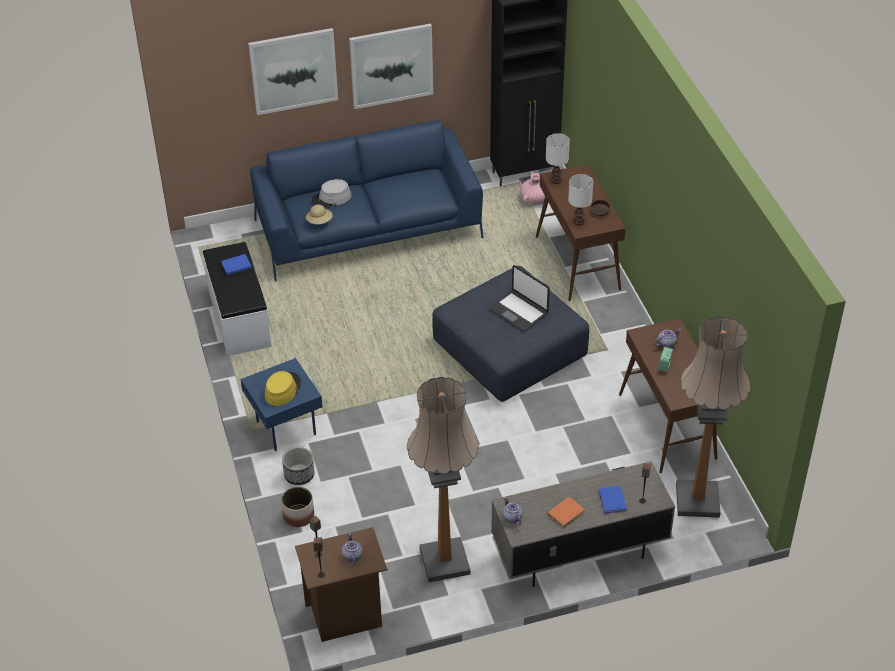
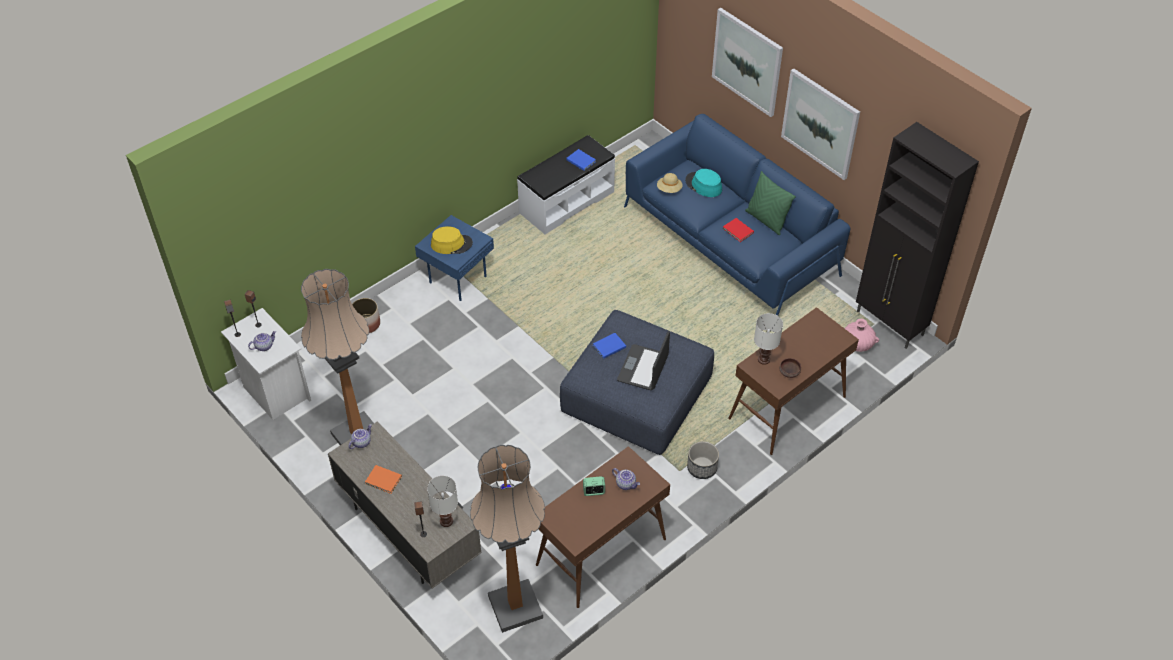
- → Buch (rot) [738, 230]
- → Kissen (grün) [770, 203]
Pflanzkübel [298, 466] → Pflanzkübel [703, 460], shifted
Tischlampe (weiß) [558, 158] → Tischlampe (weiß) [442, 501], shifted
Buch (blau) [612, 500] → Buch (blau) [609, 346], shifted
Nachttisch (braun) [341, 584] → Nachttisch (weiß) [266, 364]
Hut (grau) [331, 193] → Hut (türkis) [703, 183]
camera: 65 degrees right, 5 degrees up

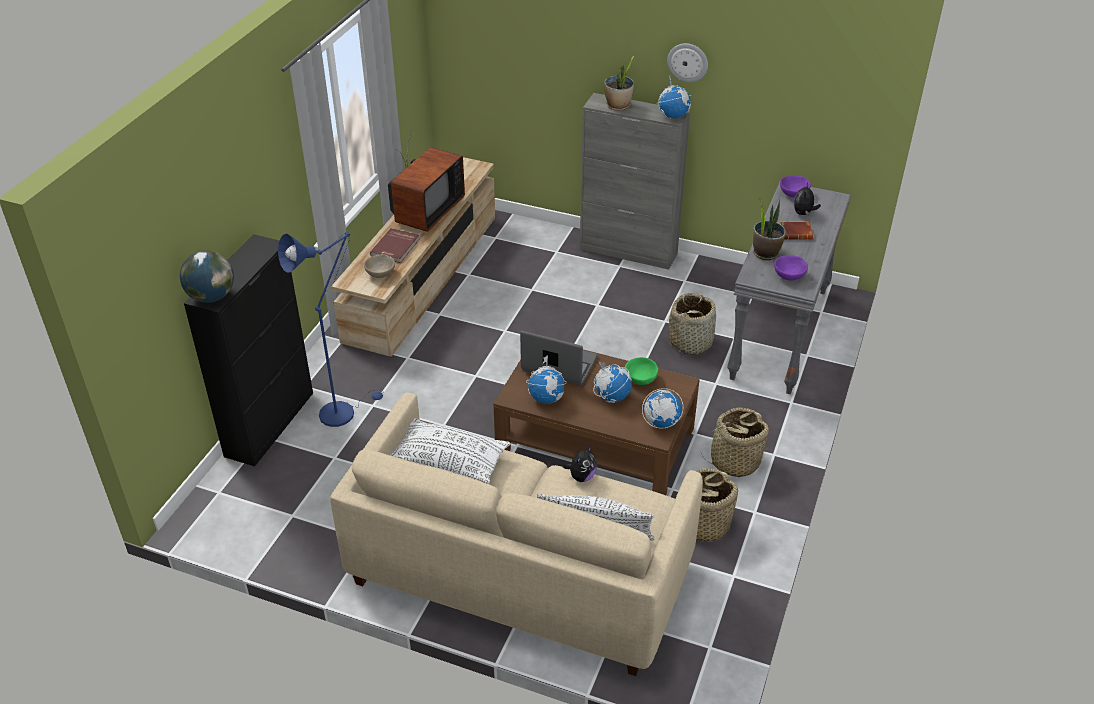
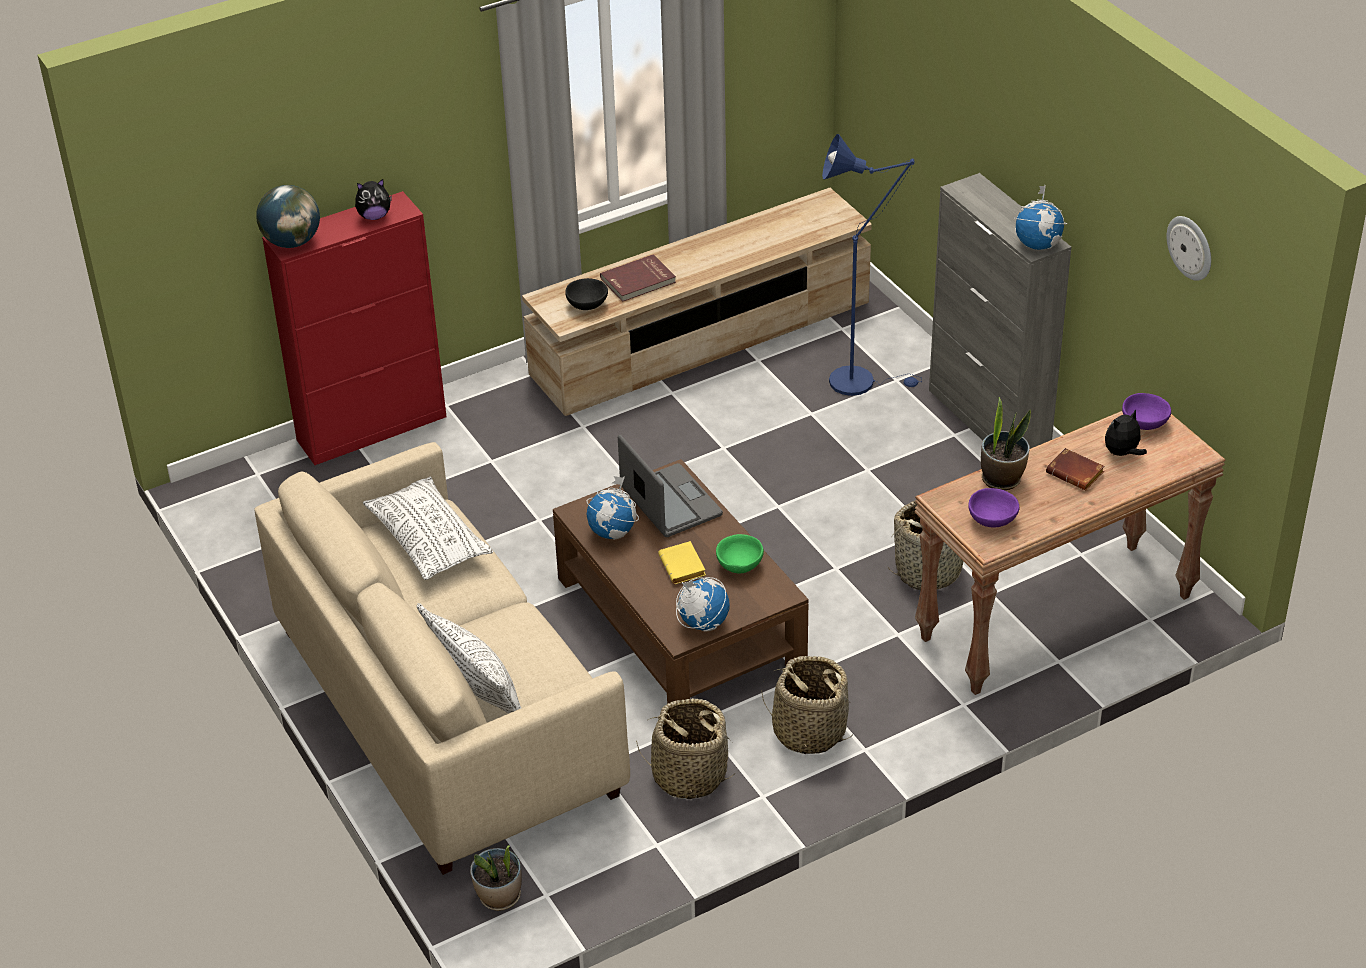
Fernseher [426, 182] → -
Stehlampe (blau) [331, 329] → Stehlampe (blau) [872, 265], shifted
Plüschtier [580, 464] → Plüschtier [373, 199], shifted
Topfpflanze [619, 83] → Topfpflanze [496, 878], shifted
Wanduhr [687, 62] → Wanduhr [1189, 248], shifted
Globus [612, 382] → Buch (gelb) [682, 562]
Schrank (schwarz) [248, 350] → Schrank (rot) [354, 328]
Schüssel (beige) [379, 266] → Schüssel (schwarz) [586, 294]
Konsolentisch (grau) [789, 288] → Konsolentisch (braun) [1070, 553]
camera: 40 degrees right, 0 degrees up

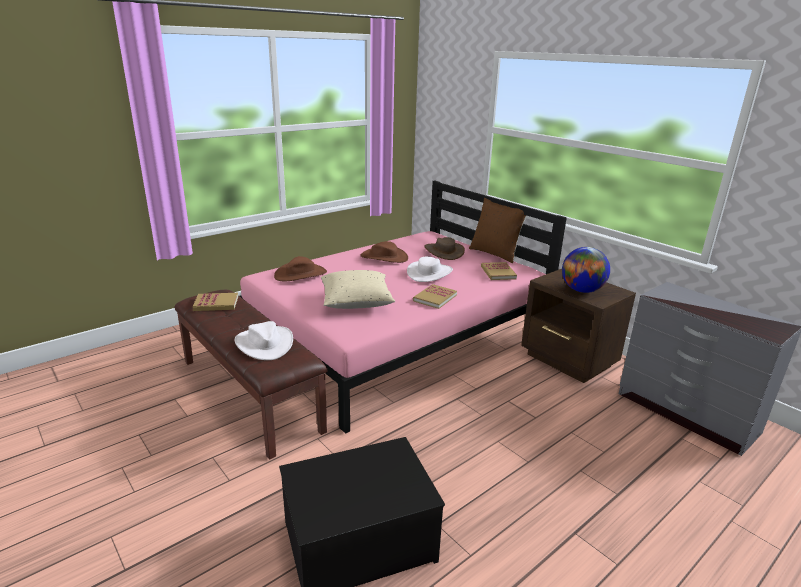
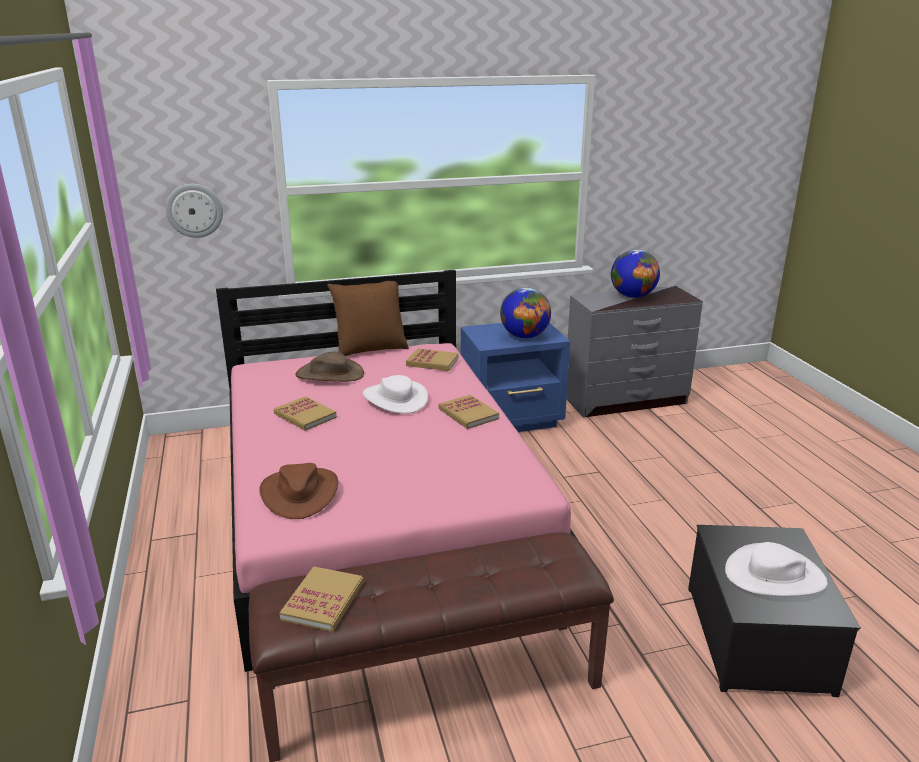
Kissen (beige) [358, 289] → -
- → Wanduhr [194, 211]
- → Globus [635, 273]
Hut (weiß) [264, 340] → Hut (weiß) [776, 569], shifted
Hut (braun) [384, 252] → Buch [305, 413]
Nachttisch (braun) [578, 326] → Nachttisch (blau) [515, 377]
camera: 65 degrees left, 0 degrees up

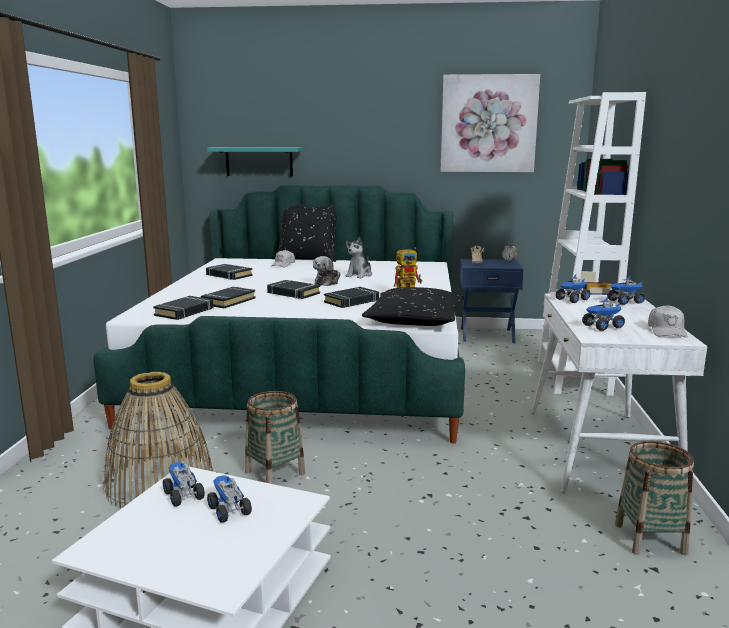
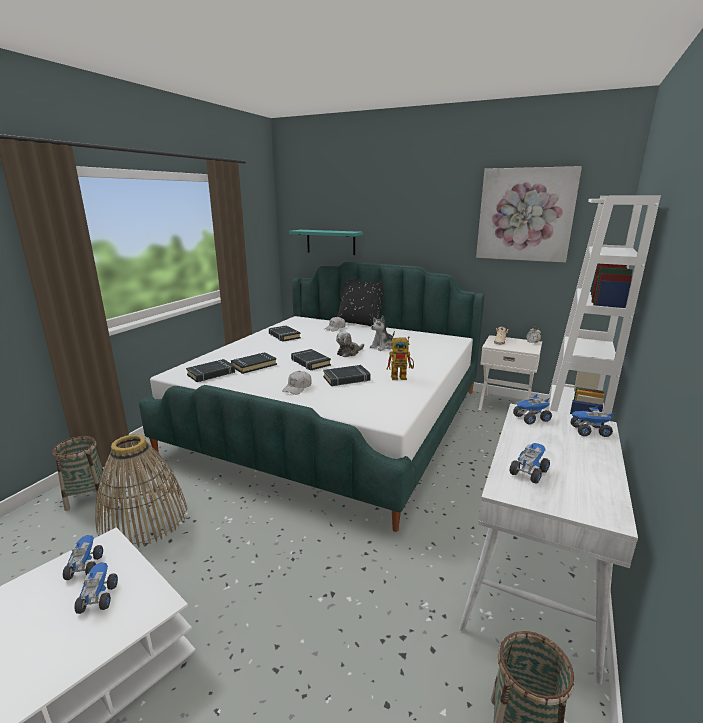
Kissen (schwarz) [413, 306] → -
Korb [275, 437] → Korb [78, 473], shifted
Kappe (weiß) [668, 321] → Kappe (weiß) [297, 383], shifted
Nachttisch (blau) [492, 301] → Nachttisch (weiß) [510, 372]
Spielzeuglaster [603, 314] → Spielzeuglaster [529, 463], 135 degrees clockwise
camera: 20 degrees right, 5 degrees up

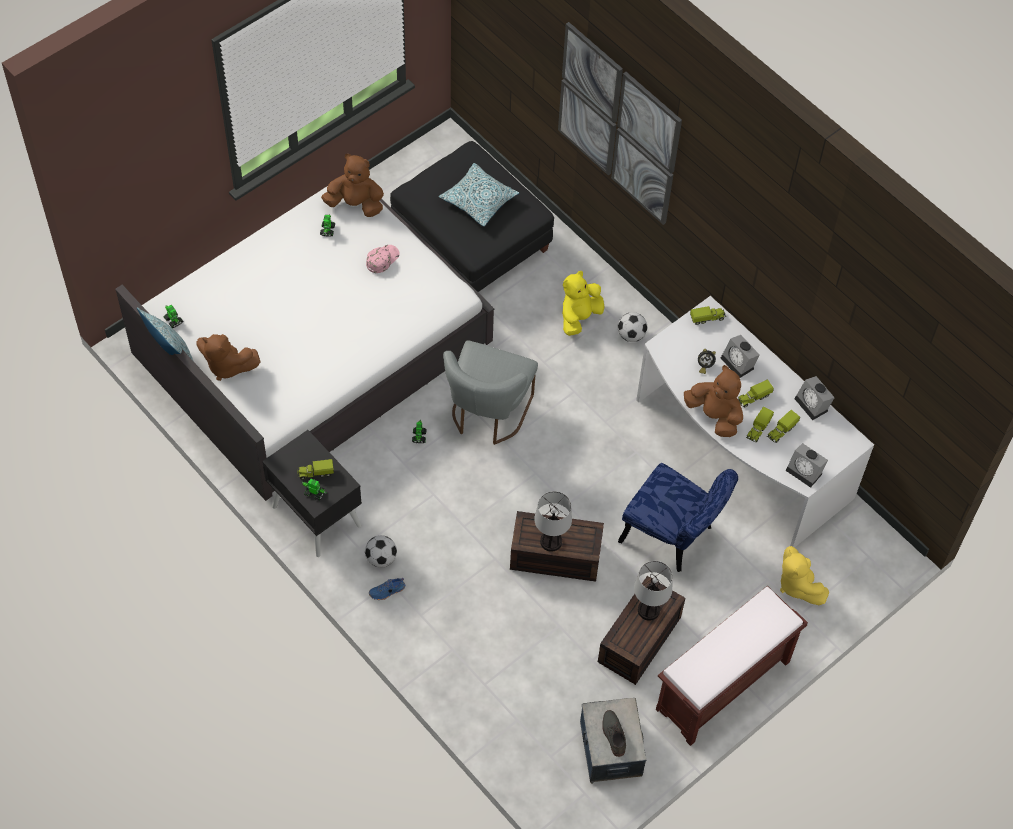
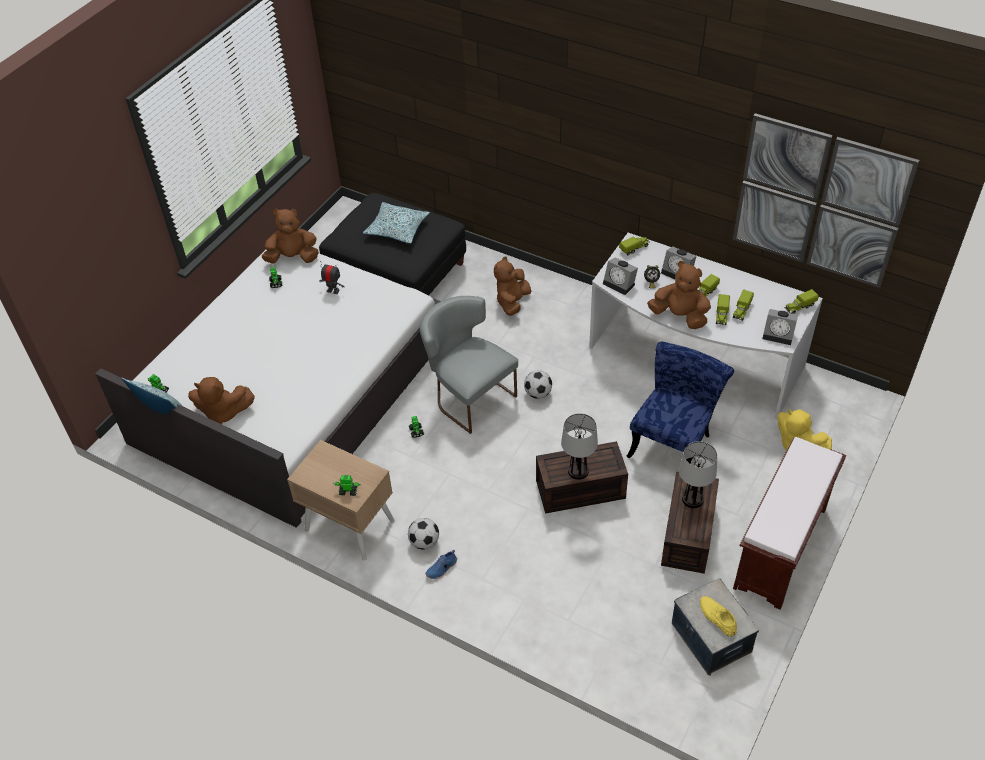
Spielzeuglaster [315, 469] → Spielzeuglaster [802, 301], shifted
Bild [620, 123] → Bild [826, 200], shifted
Fußball [632, 327] → Fußball [538, 384], shifted
Wecker [814, 398] → Wecker [620, 276], shifted
Kappe (rosa) [383, 259] → Spielzeugroboter [332, 277]
Nachttisch (schwarz) [312, 493] → Nachttisch (beige) [341, 500]
Plüschtier (gelb) [583, 303] → Plüschtier (braun) [512, 286]
Schuh (grau) [614, 733] → Schuh (gelb) [718, 616]
Stuhl (grau) [490, 392] → Stuhl (grau) [469, 365], 135 degrees clockwise
Stuhl (blau) [678, 517] → Stuhl (blau) [680, 403], 75 degrees counterclockwise
camera: 15 degrees left, 10 degrees down

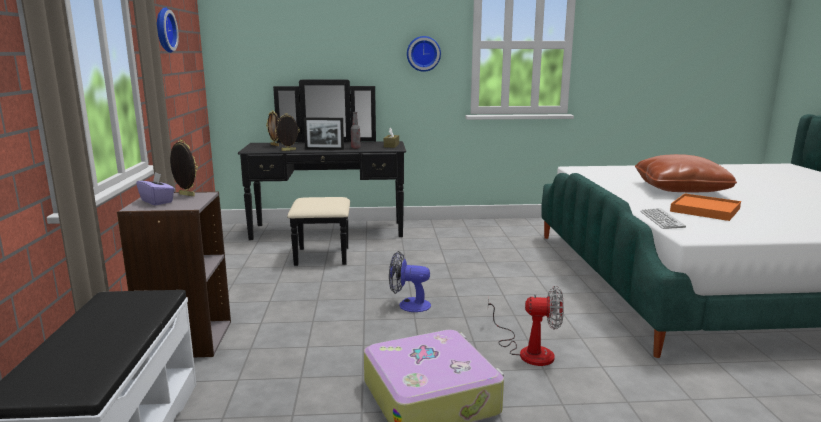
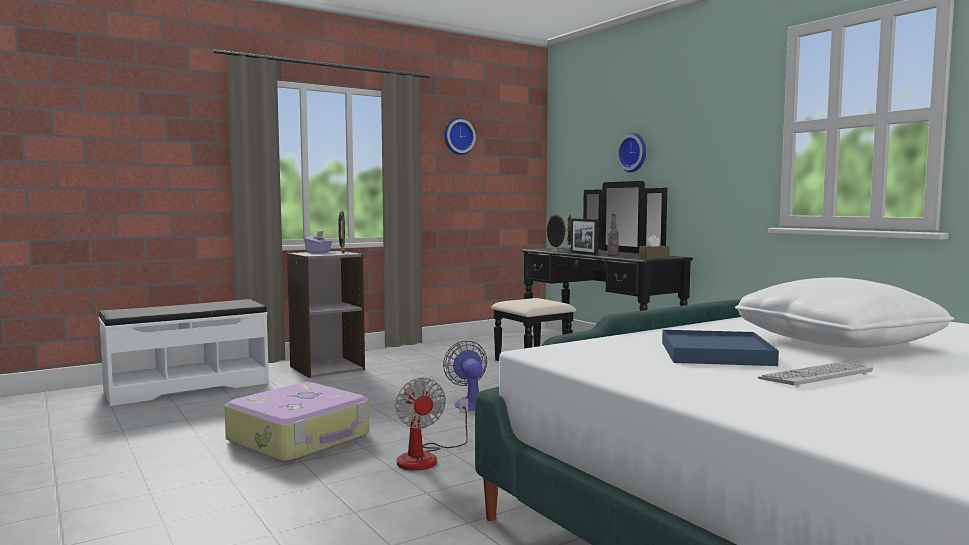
Wanduhr [424, 54] → Wanduhr [631, 152], shifted
Tastatur [663, 218] → Tastatur [815, 375], shifted
Kissen (braun) [686, 173] → Kissen (weiß) [844, 312]
Tablett (orange) [705, 207] → Tablett (blau) [720, 348]
camera: 60 degrees right, 10 degrees down

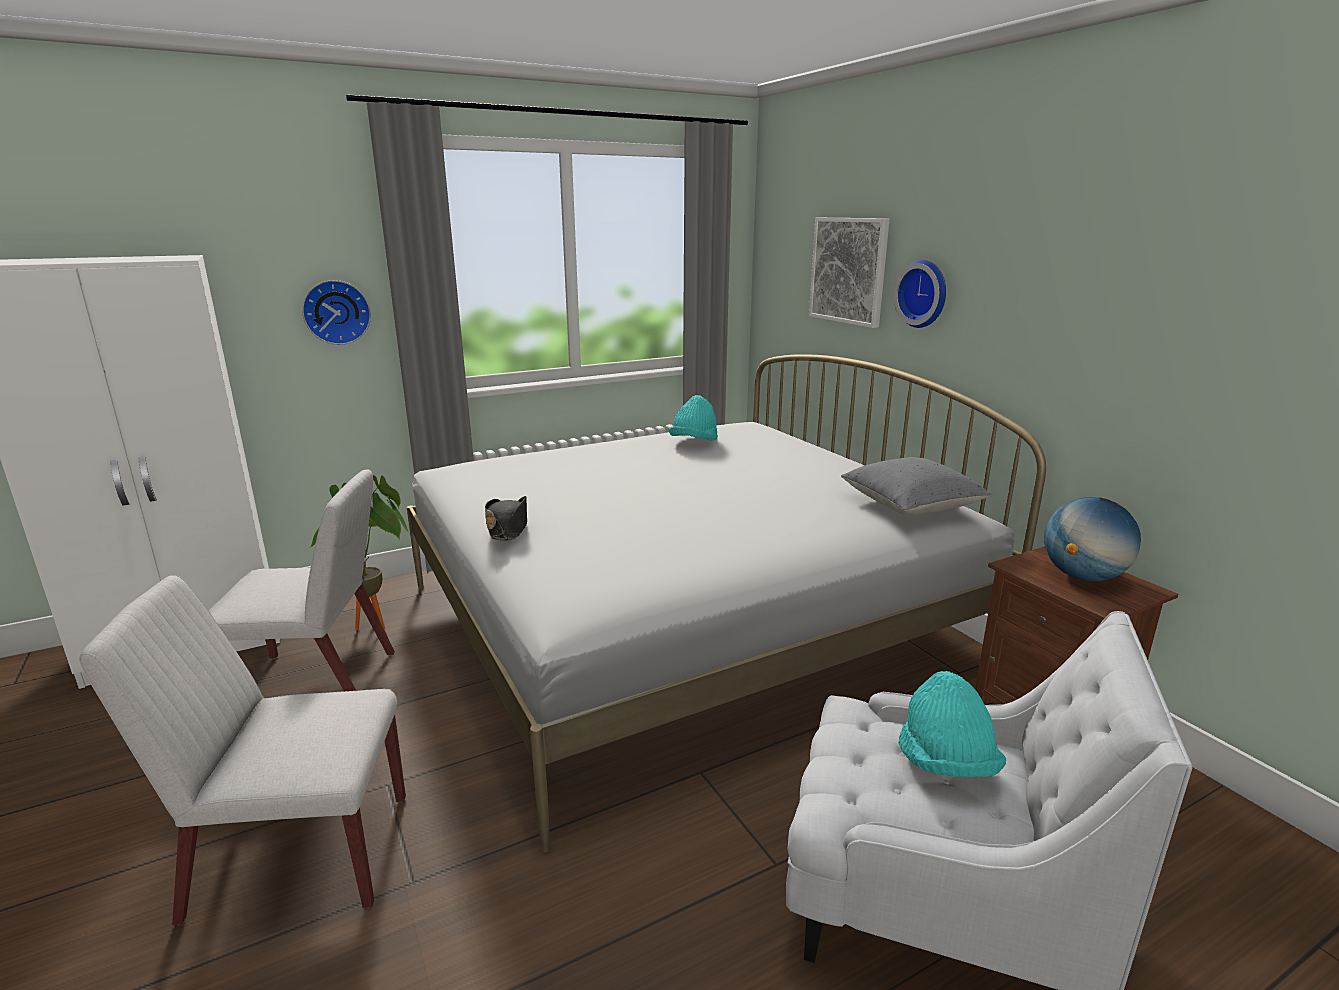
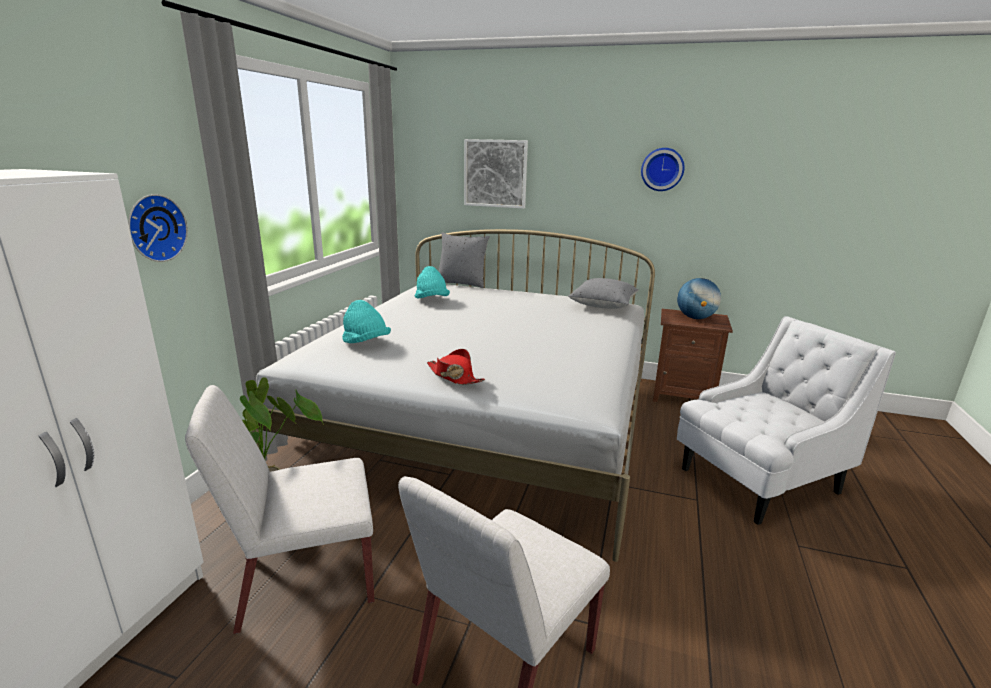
- → Kissen (grau) [464, 260]
Wanduhr [920, 294] → Wanduhr [663, 169], shifted
Hut (türkis) [952, 724] → Hut (türkis) [366, 321], shifted
Hut (schwarz) [506, 518] → Hut (rot) [456, 367]
Stuhl (weiß) [301, 580] → Stuhl (weiß) [279, 509], 150 degrees counterclockwise
camera: 45 degrees left, 0 degrees up

